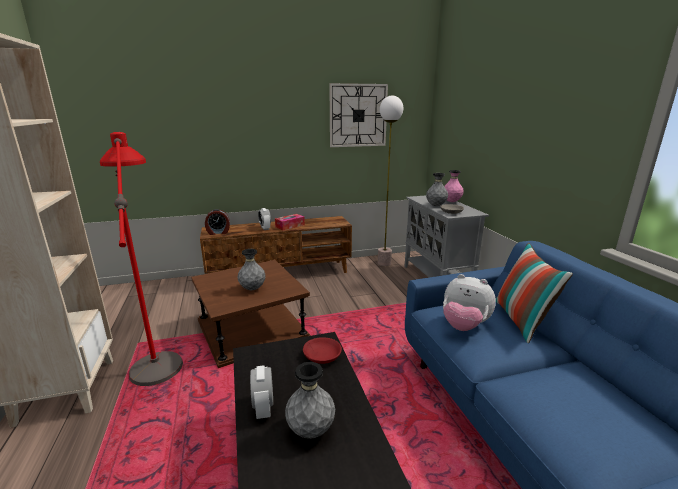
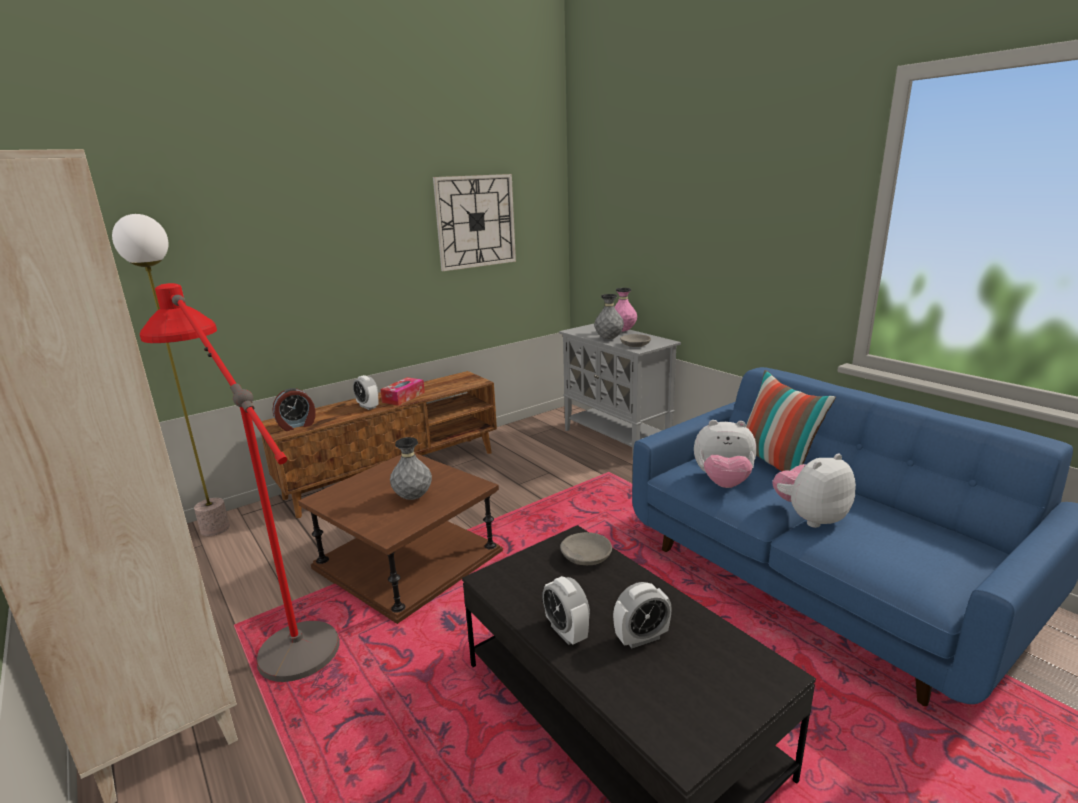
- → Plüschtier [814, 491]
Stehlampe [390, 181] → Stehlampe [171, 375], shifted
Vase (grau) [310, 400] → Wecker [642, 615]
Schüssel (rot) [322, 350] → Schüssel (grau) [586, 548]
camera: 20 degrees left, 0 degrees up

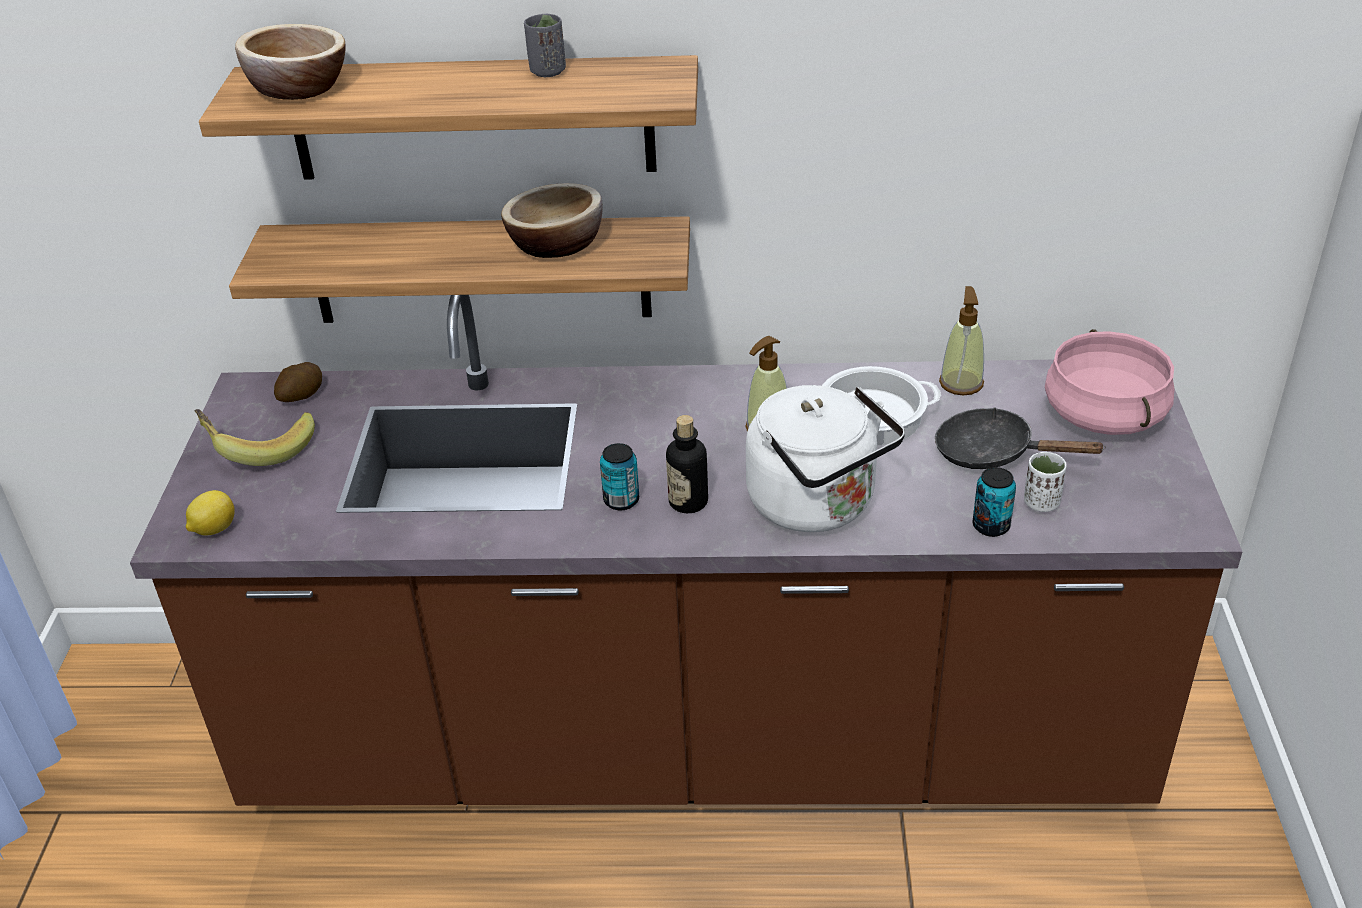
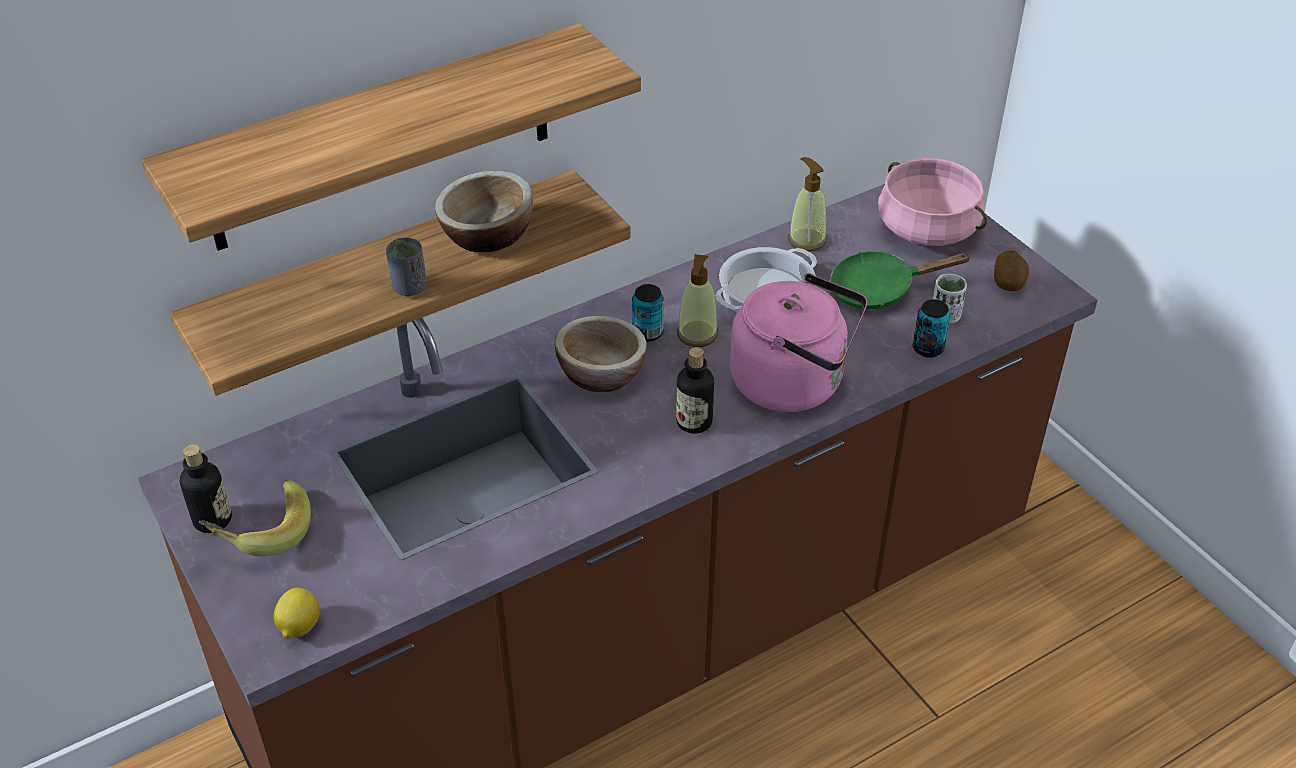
- → Flasche [206, 488]
Schüssel [290, 62] → Schüssel [601, 354], shifted
Kartoffel [298, 382] → Kartoffel [1011, 270], shifted
Tasse (grau) [545, 45] → Tasse (grau) [406, 266], shifted
Dose [619, 476] → Dose [648, 313], shifted
Wasserkessel (weiß) [825, 458] → Wasserkessel (rosa) [798, 342]
Pfanne (schwarz) [1020, 438] → Pfanne (grün) [900, 280]
camera: 35 degrees left, 5 degrees up

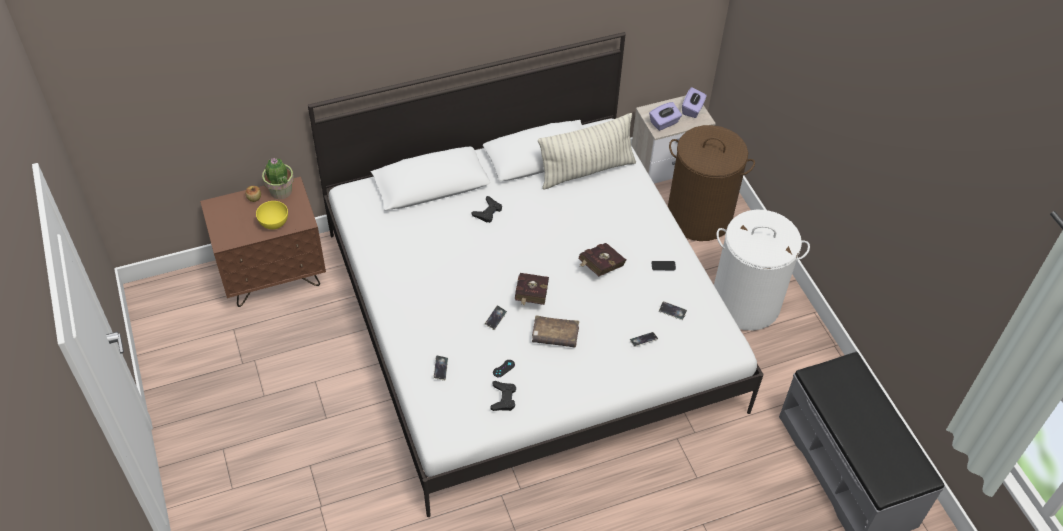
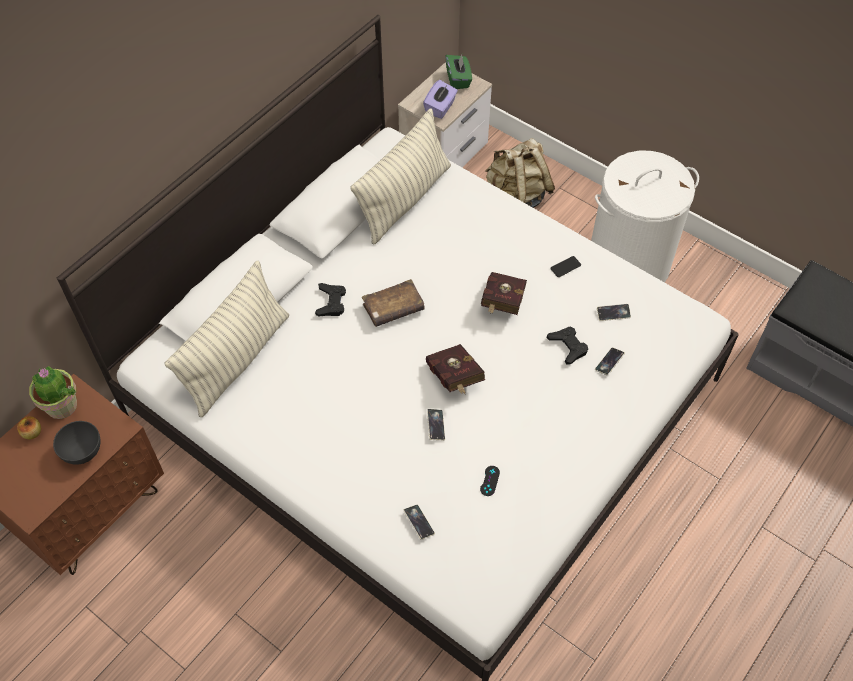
- → Kissen [226, 339]
Gamepad (schwarz) [503, 396] → Gamepad (schwarz) [567, 346], shifted
Buch (braun) [555, 332] → Buch (braun) [393, 303], shifted
Wäschekorb (braun) [711, 183] → Rucksack (beige) [520, 173]
Schüssel (gelb) [272, 215] → Schüssel (grau) [76, 443]
Taschentuchbox (lila) [694, 102] → Taschentuchbox (grün) [458, 72]
camera: 30 degrees left, 5 degrees up

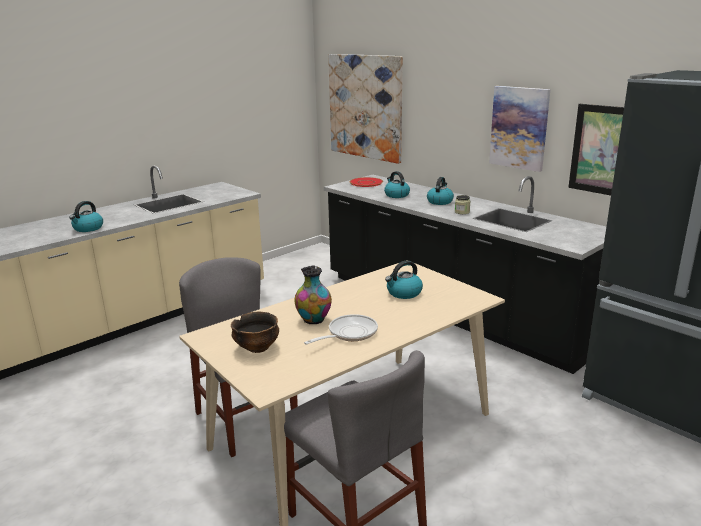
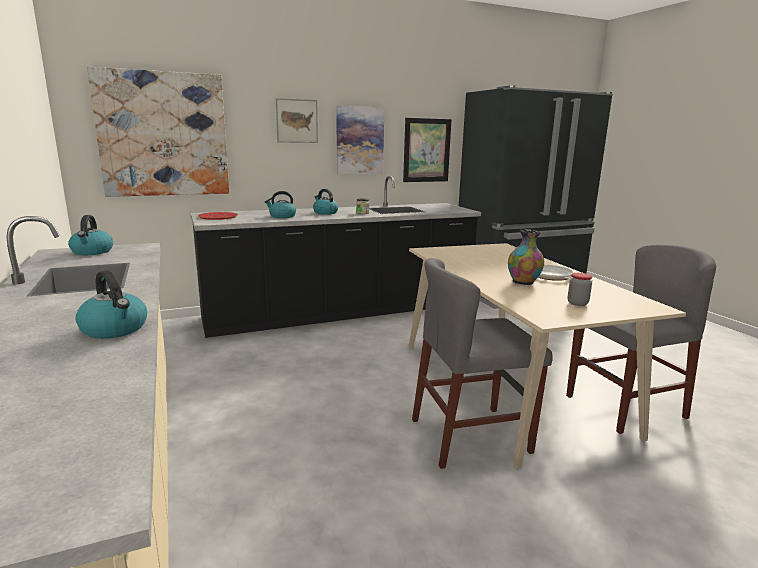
- → Bild [297, 120]
Wasserkessel [404, 279] → Wasserkessel [90, 235], shifted
Schüssel [255, 332] → Vorratsglas [580, 289]
camera: 70 degrees left, 5 degrees down

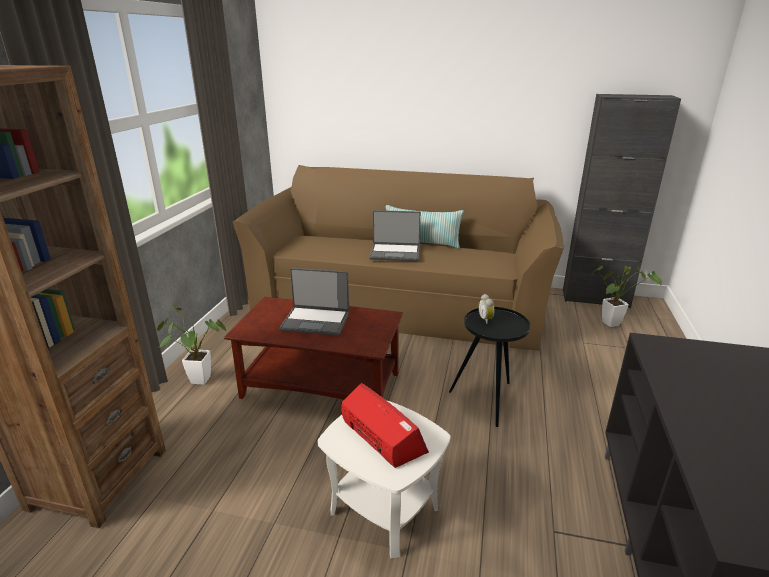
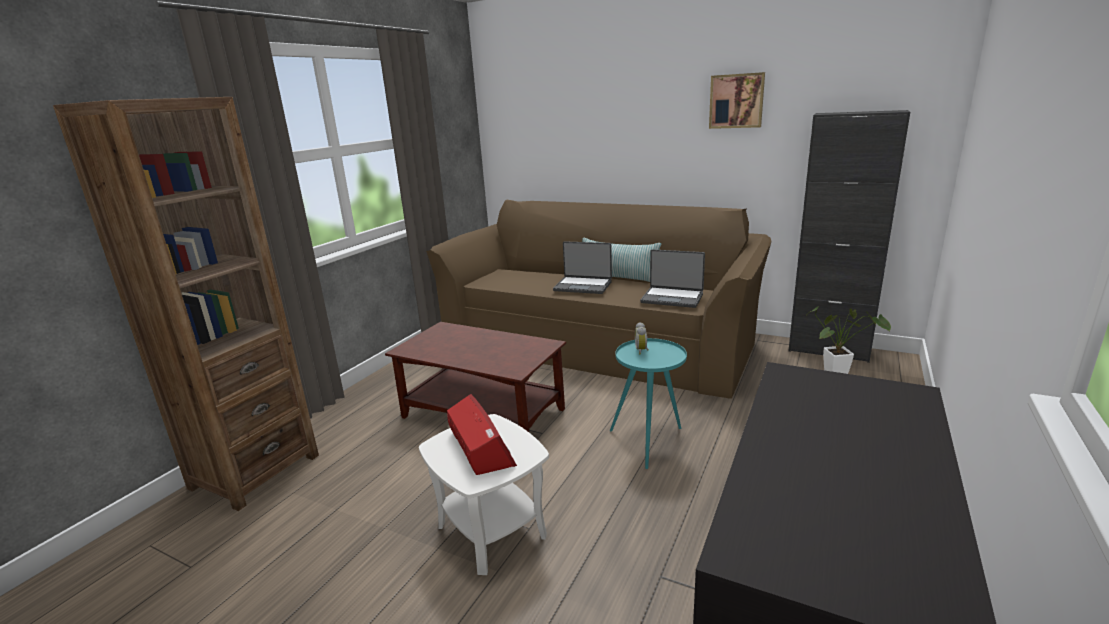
Topfpflanze [192, 345] → -
- → Bild [737, 100]
Laptop [314, 302] → Laptop [672, 278], shifted
Beistelltisch (schwarz) [489, 367] → Beistelltisch (türkis) [648, 403]
camera: 15 degrees right, 5 degrees down

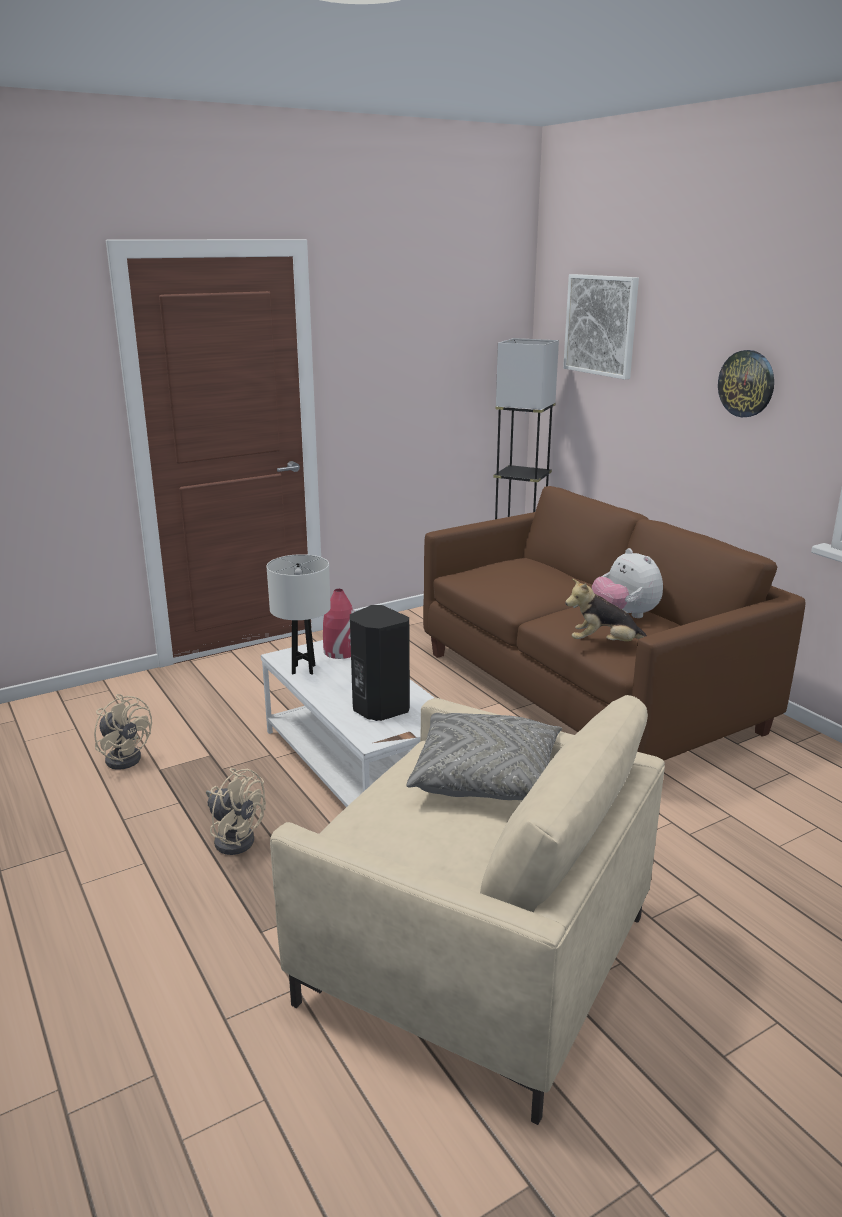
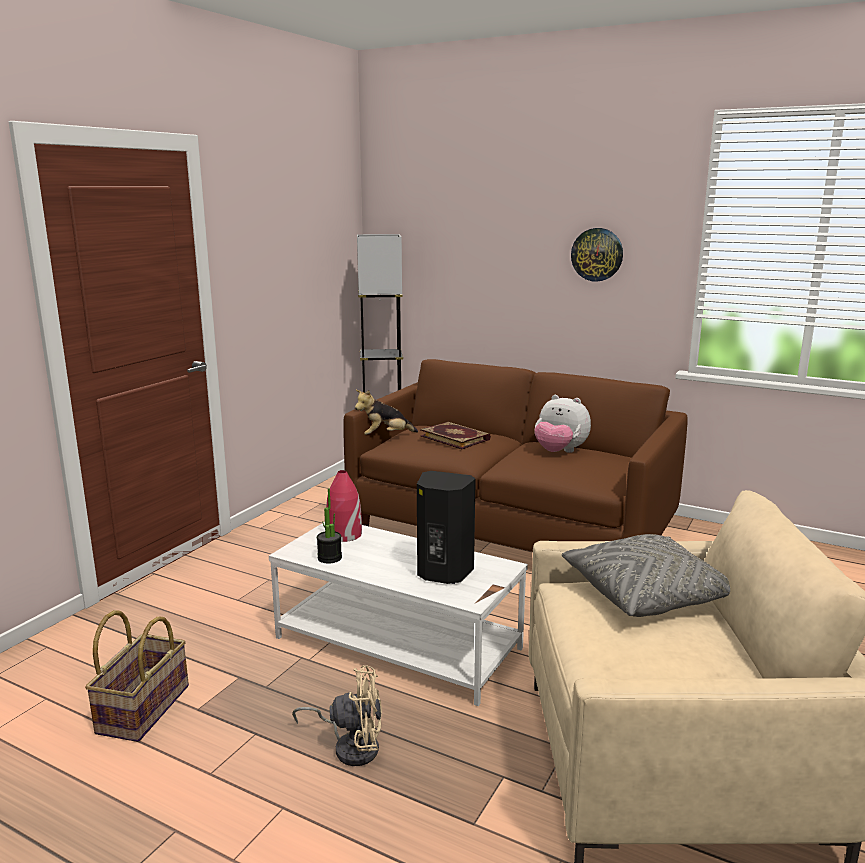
Bild [601, 327] → -
- → Buch [455, 435]
Plüschtier [606, 609] → Plüschtier [386, 412], shifted
Ventilator (beige) [123, 732] → Korb [137, 676]
Tischlampe (weiß) [298, 614] → Topfpflanze [329, 526]
camera: 30 degrees left, 5 degrees down

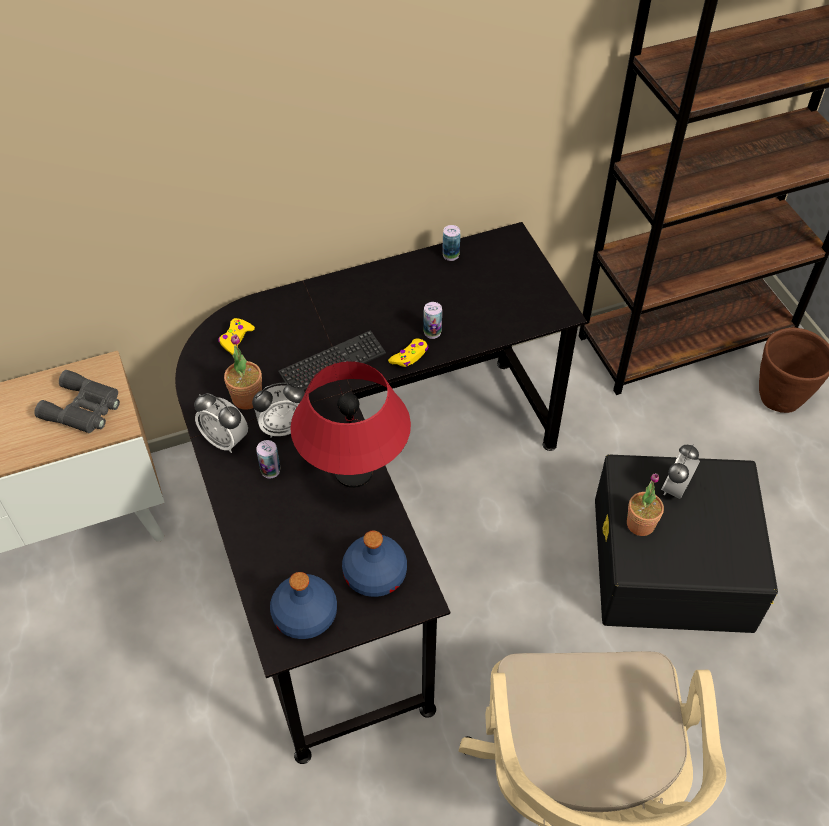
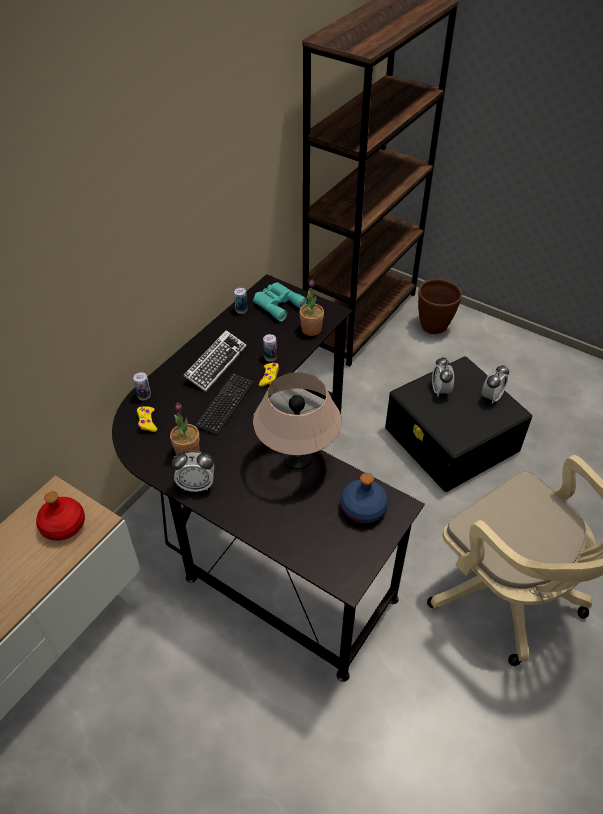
Flasche (blau) [303, 605] → -
- → Tastatur [215, 361]
- → Fernglas (türkis) [280, 302]
Wecker [278, 410] → Wecker [495, 384], shifted
Dose [268, 459] → Dose [142, 386], shifted
Topfpflanze [645, 504] → Topfpflanze [311, 307], shifted
Fernglas (grau) [77, 401] → Flasche (rot) [60, 515]
Tischlampe (rot) [350, 424] → Tischlampe (beige) [297, 421]
camera: 35 degrees left, 5 degrees down

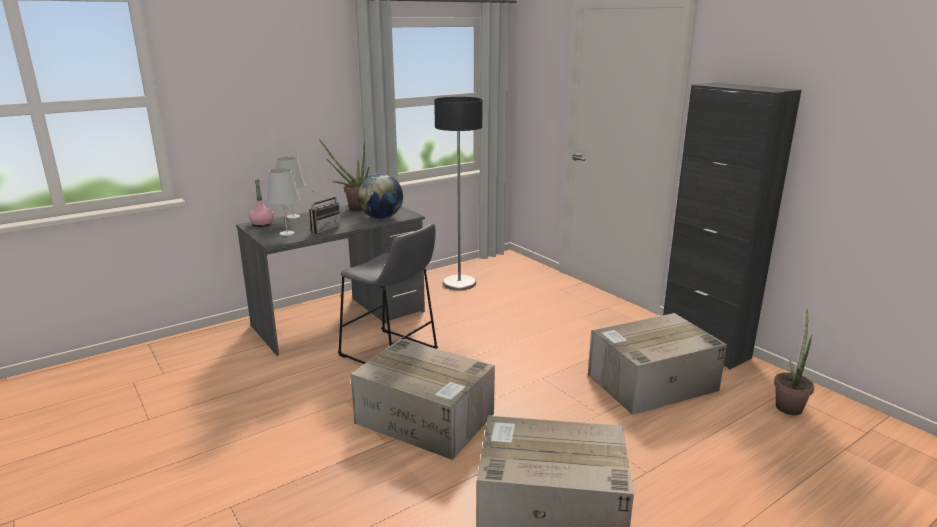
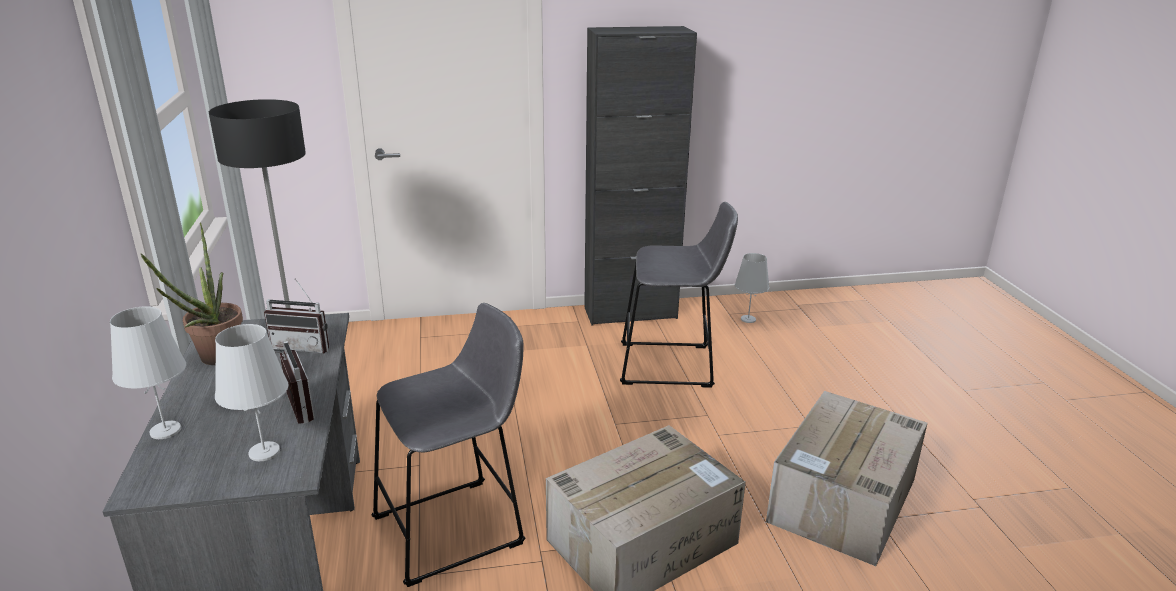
Flasche (rosa) [261, 203] → -
Globus [380, 196] → Radio [296, 316]
Karton [657, 363] → Hocker (grau) [679, 295]
Topfpflanze [794, 362] → Tischlampe (weiß) [752, 288]
camera: 65 degrees left, 5 degrees up

